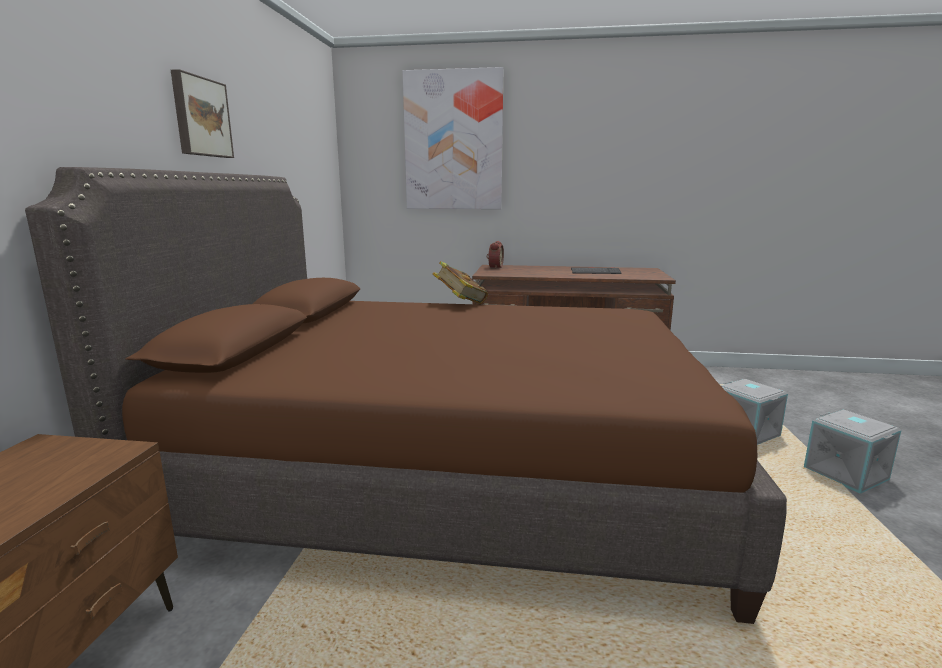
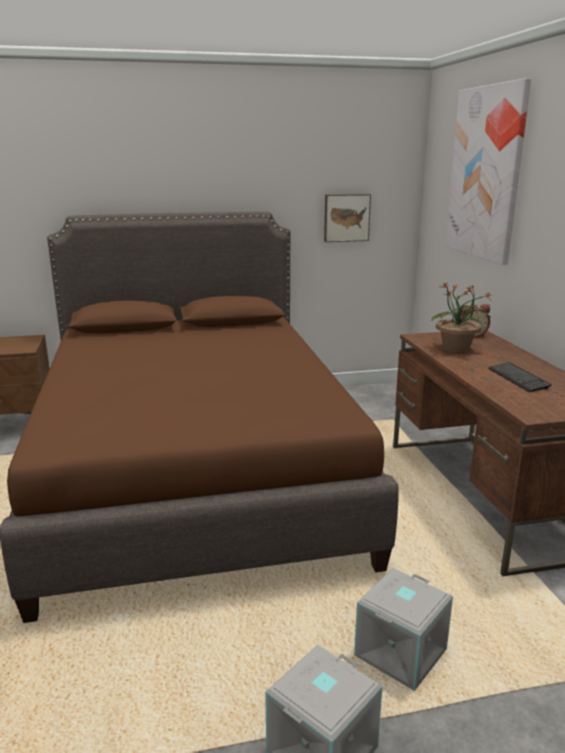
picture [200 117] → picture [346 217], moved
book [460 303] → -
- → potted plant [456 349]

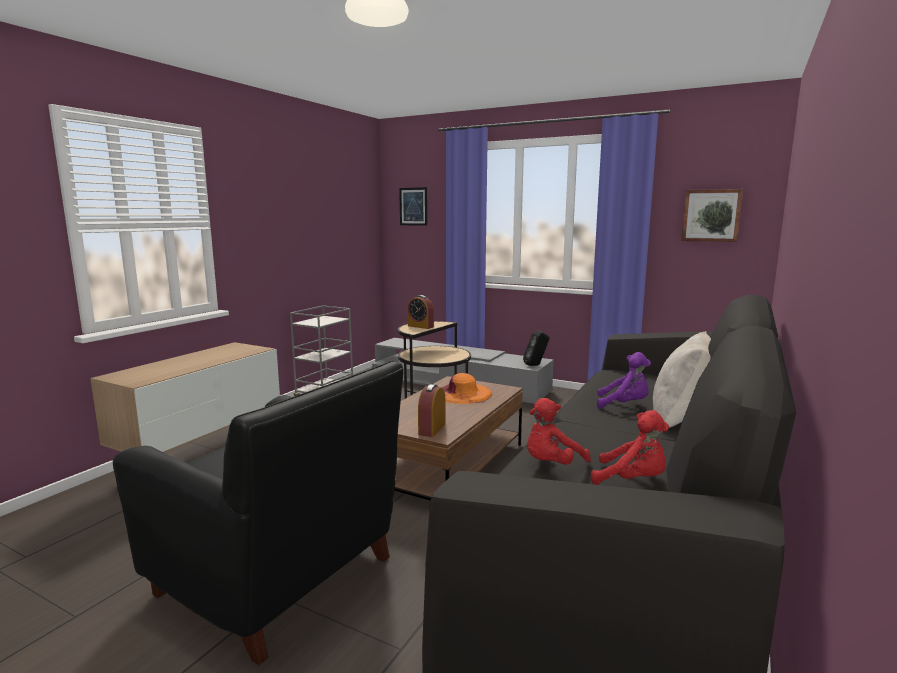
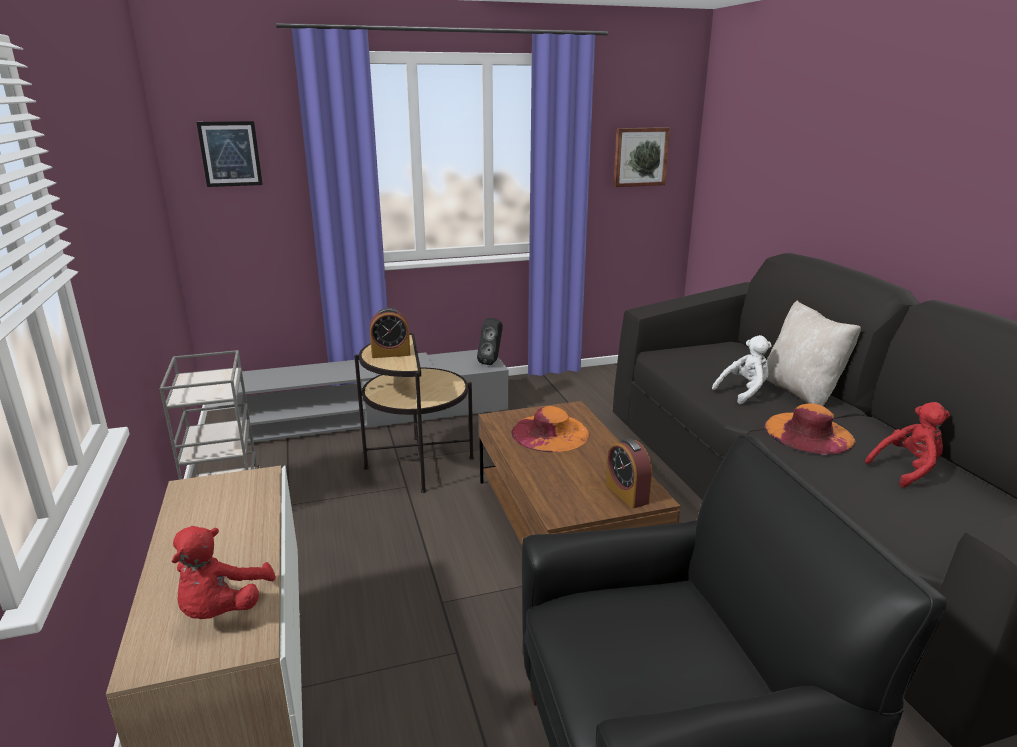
plush toy (purple) [624 405] → plush toy (white) [744 392]
plush toy (red) [551 464] → plush toy (red) [222 609], moved
- → hat (orange) [808 433]

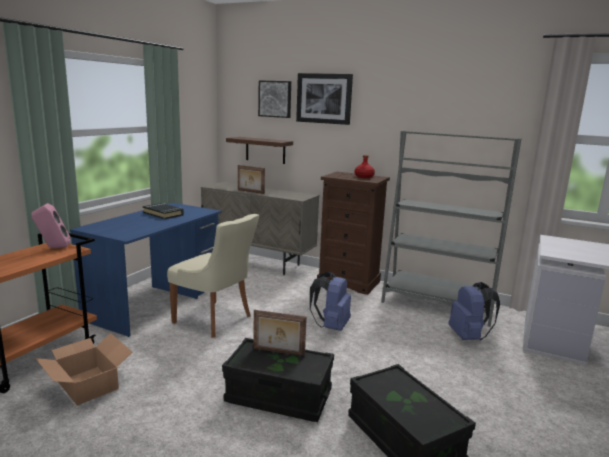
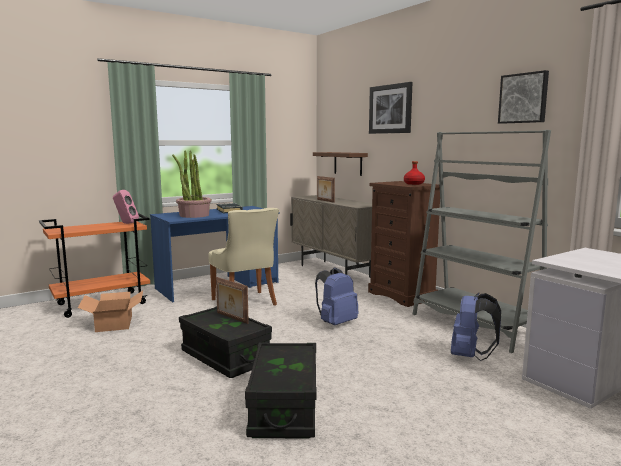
picture [275 99] → picture [523 98], moved
- → potted plant [194 215]

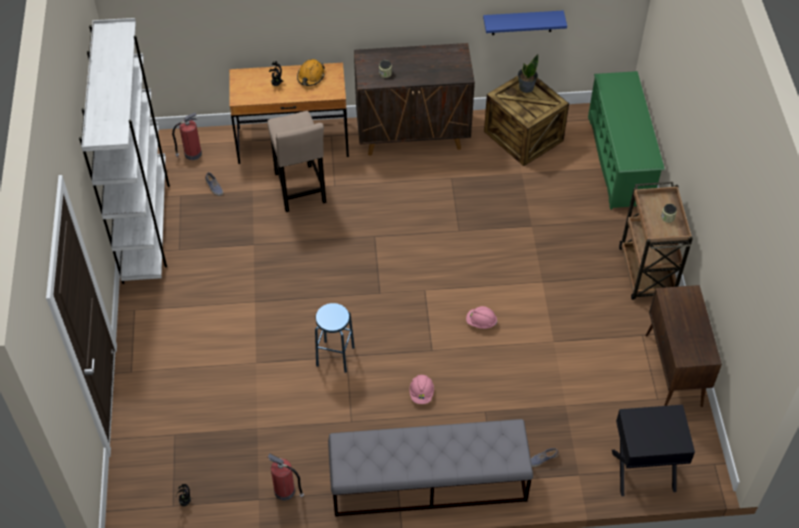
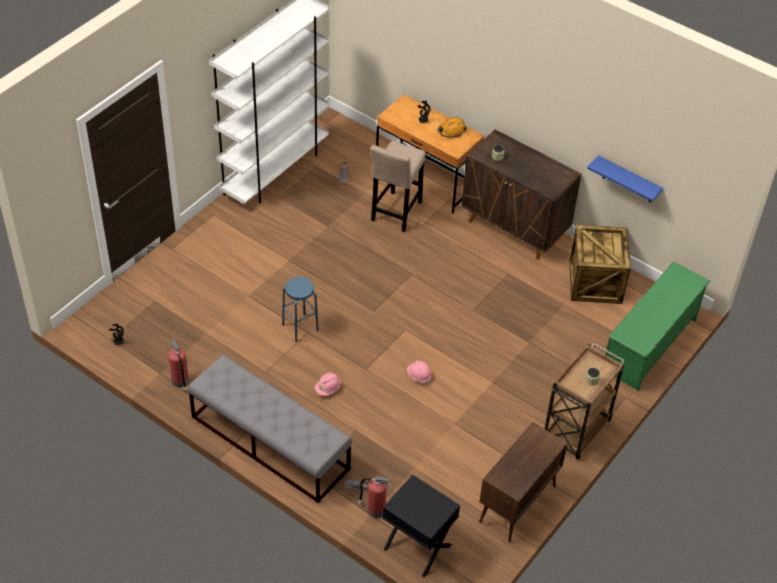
potted plant [526 87] → -
fire extinguisher [192 154] → fire extinguisher [375 509], moved

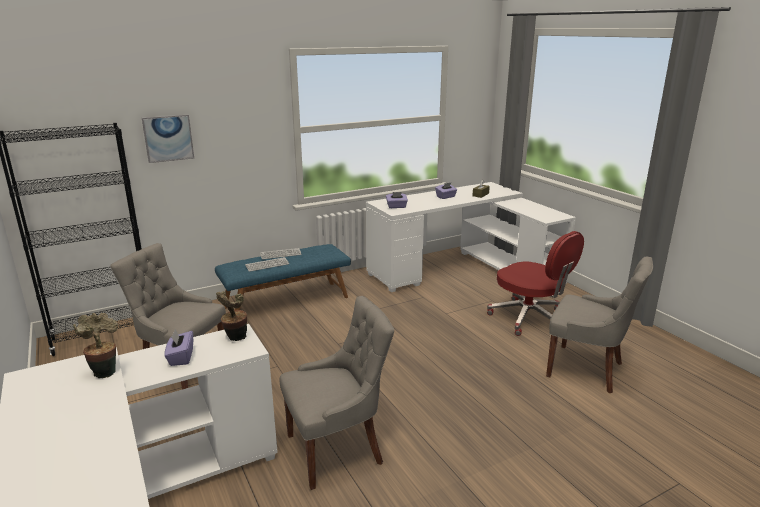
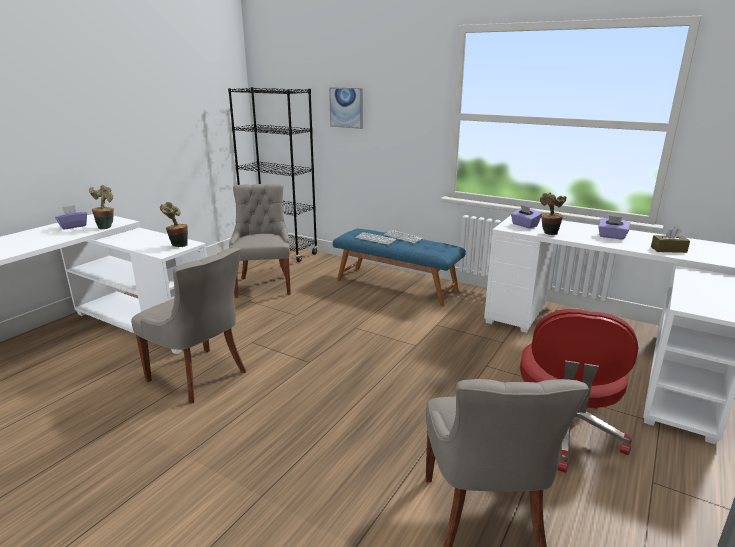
tissue box (purple) [181 357] → tissue box (purple) [73 226], moved
- → potted plant [548 234]

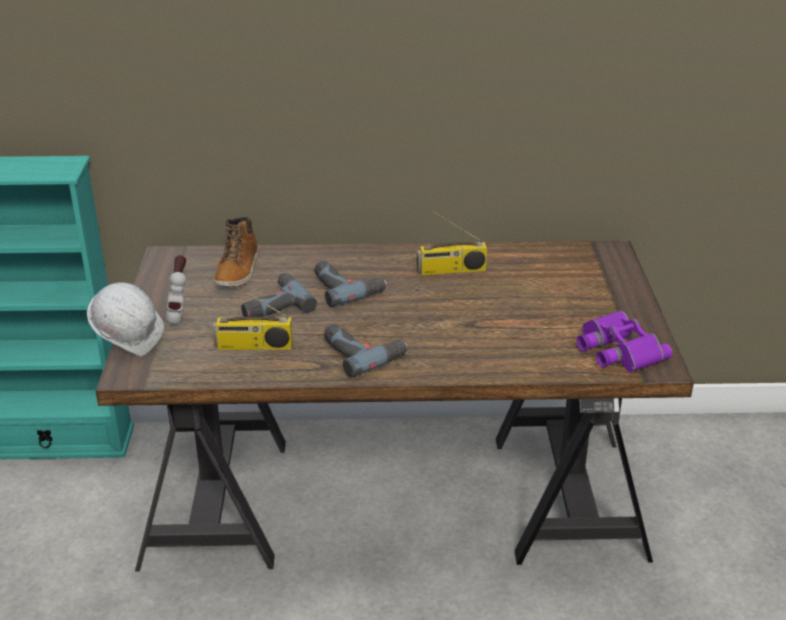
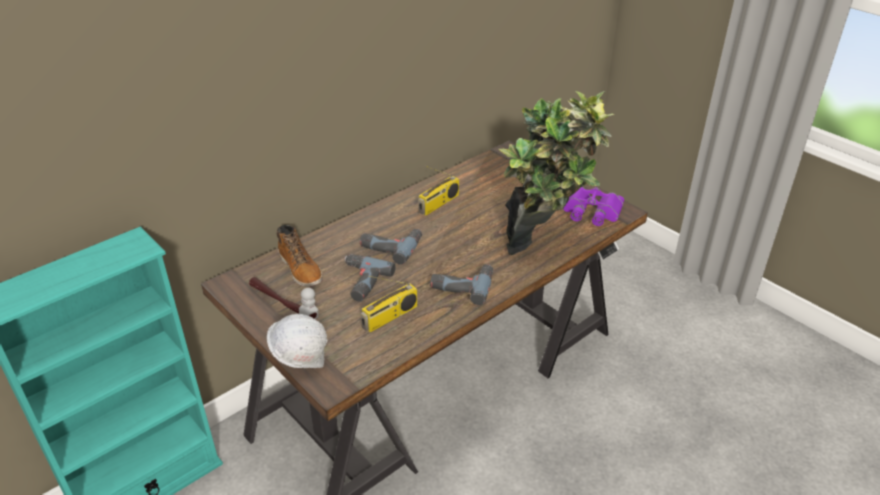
- → potted plant [544 246]

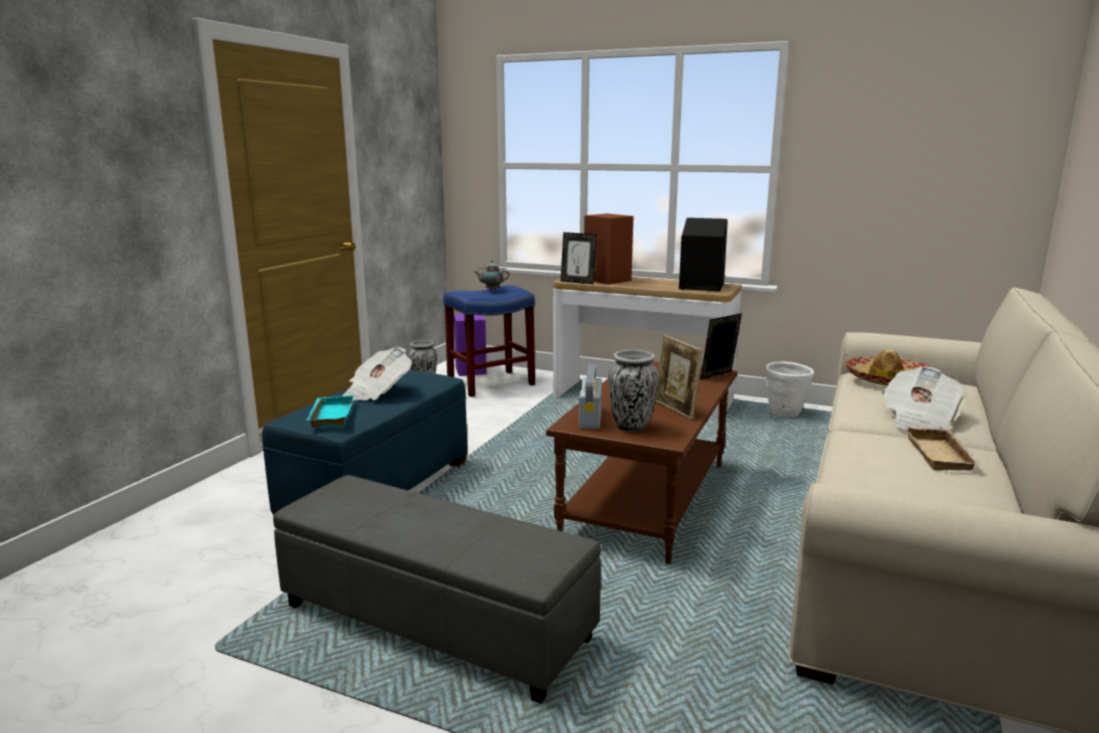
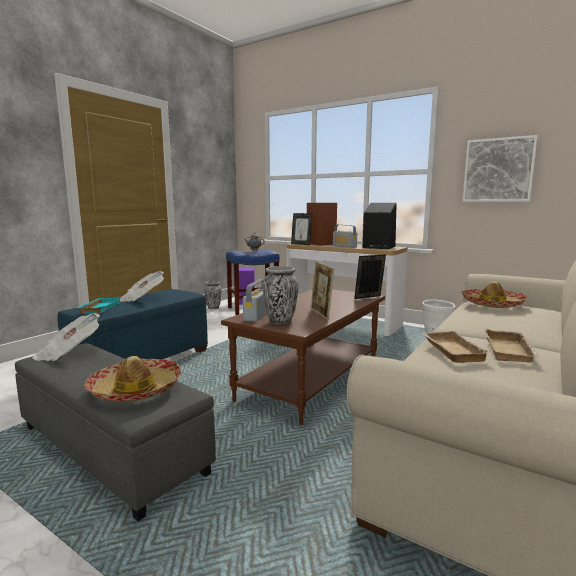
newspaper [919 419] → newspaper [69 353], moved
- → picture [498 170]
- → radio [344 246]
- → tray (beige) [450 350]
- → hat [135 389]

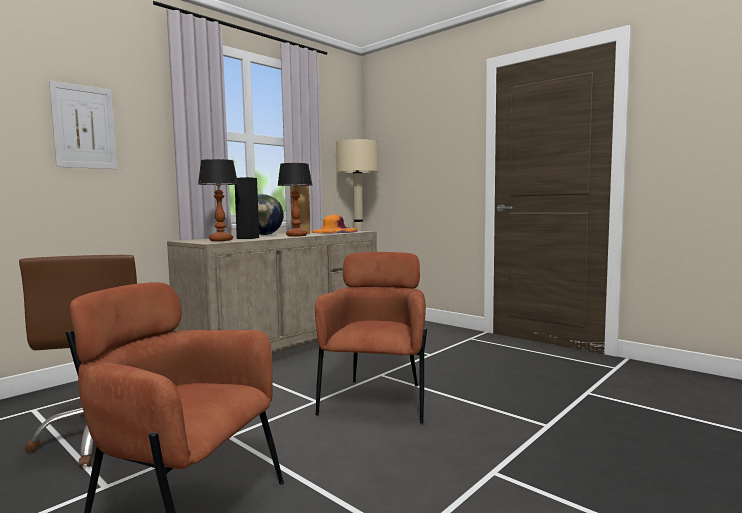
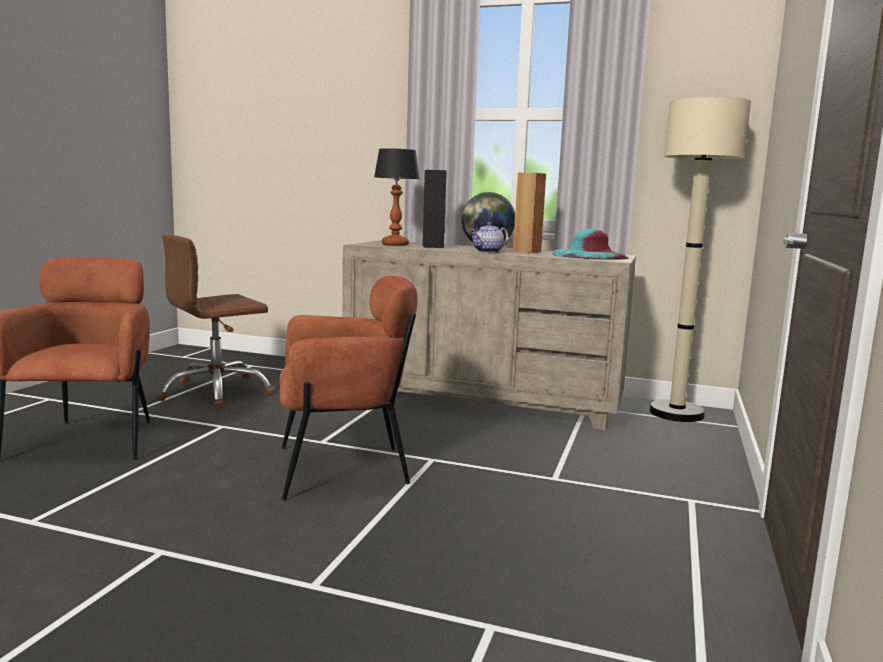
picture [84 127] → -
table lamp [296 235] → teapot [488 251]
hat (orange) [334 231] → hat (turquoise) [590 255]

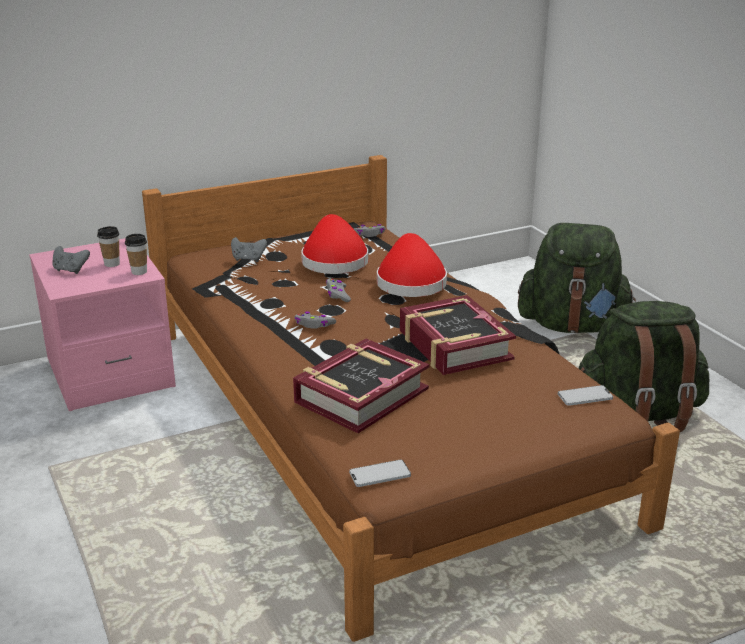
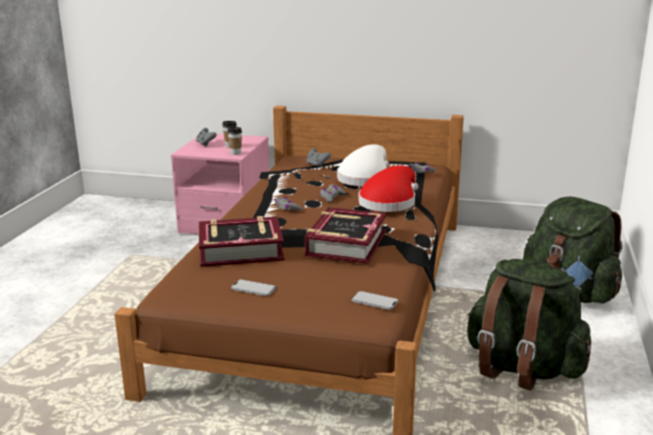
hat (red) [334 260] → hat (white) [365 178]
phone [380 474] → phone [253 289], moved

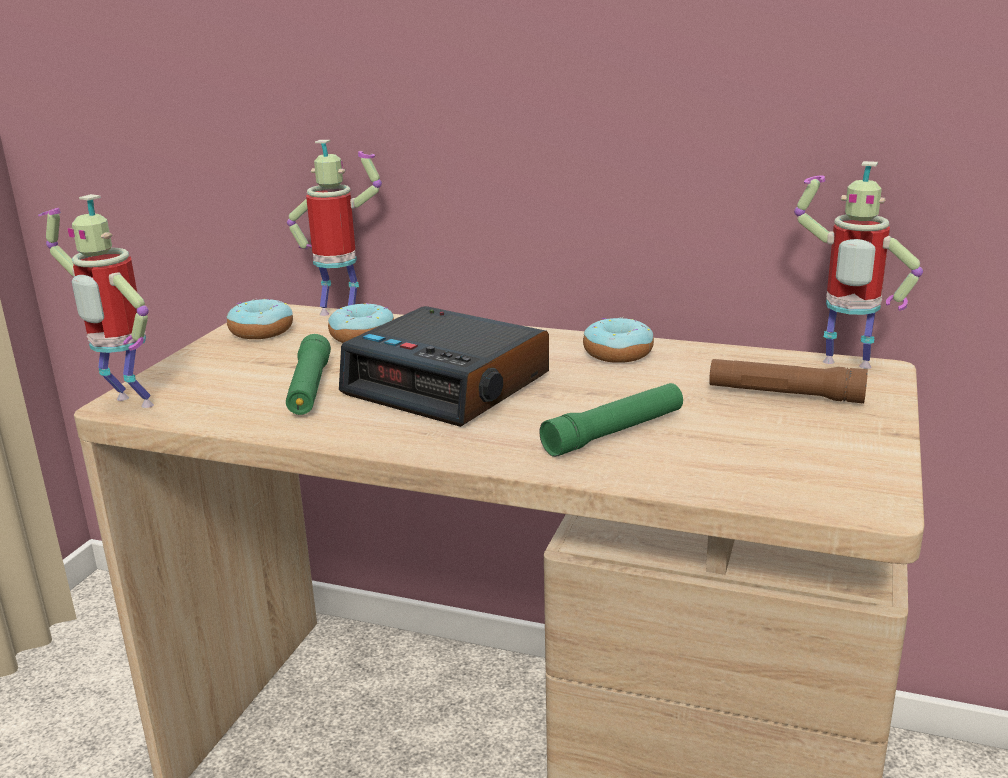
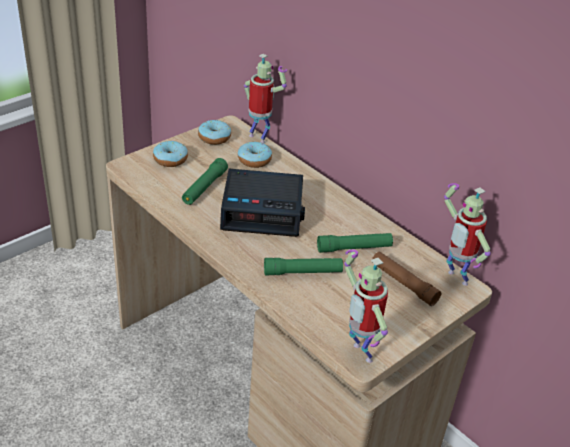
toy robot [127 404] → toy robot [358 353], moved
alarm clock [449 384] → alarm clock [263 210], 60 degrees counterclockwise
donut [618 353] → donut [170 159], moved
- → flashlight (green) [354 248]

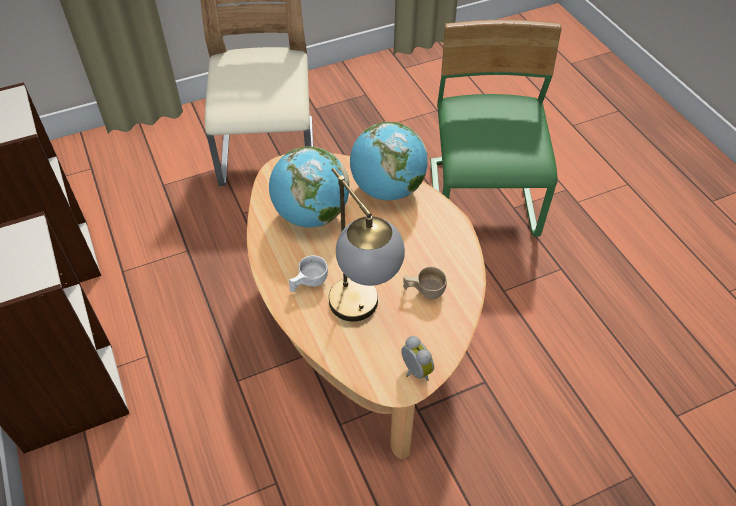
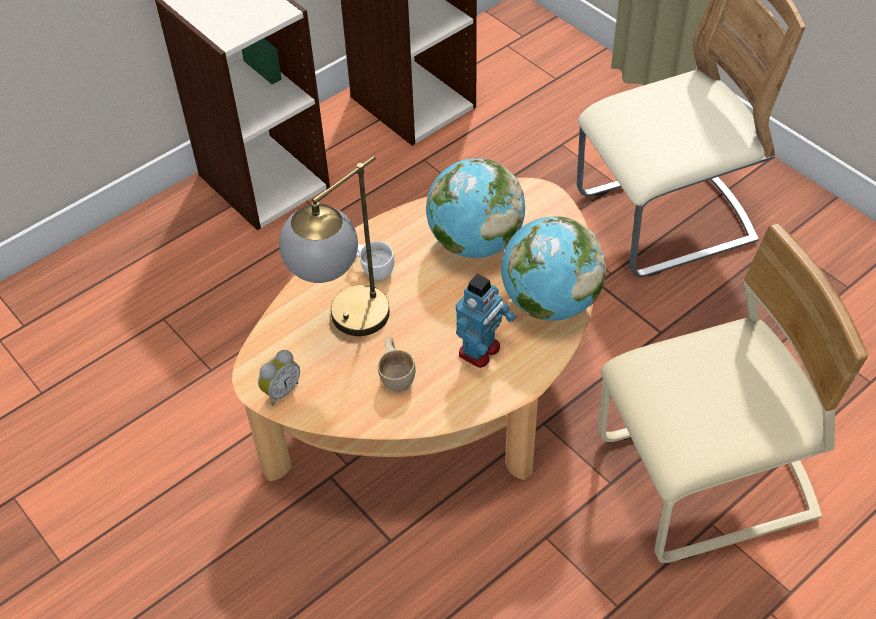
chair (green) [483 200] → chair (beige) [706 480]
- → toy robot [480 351]

